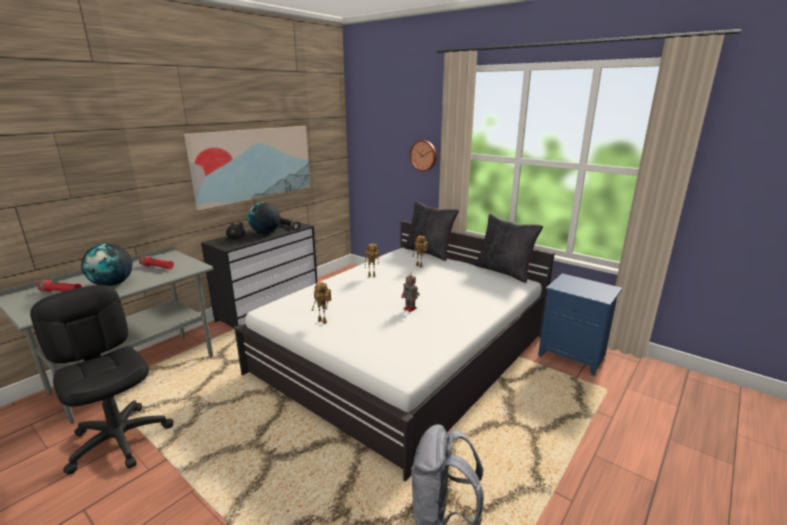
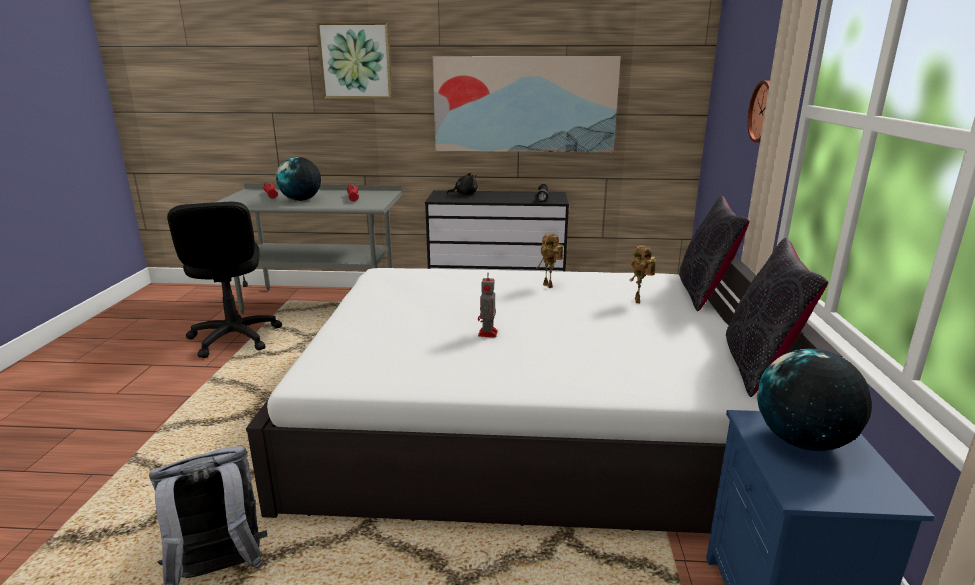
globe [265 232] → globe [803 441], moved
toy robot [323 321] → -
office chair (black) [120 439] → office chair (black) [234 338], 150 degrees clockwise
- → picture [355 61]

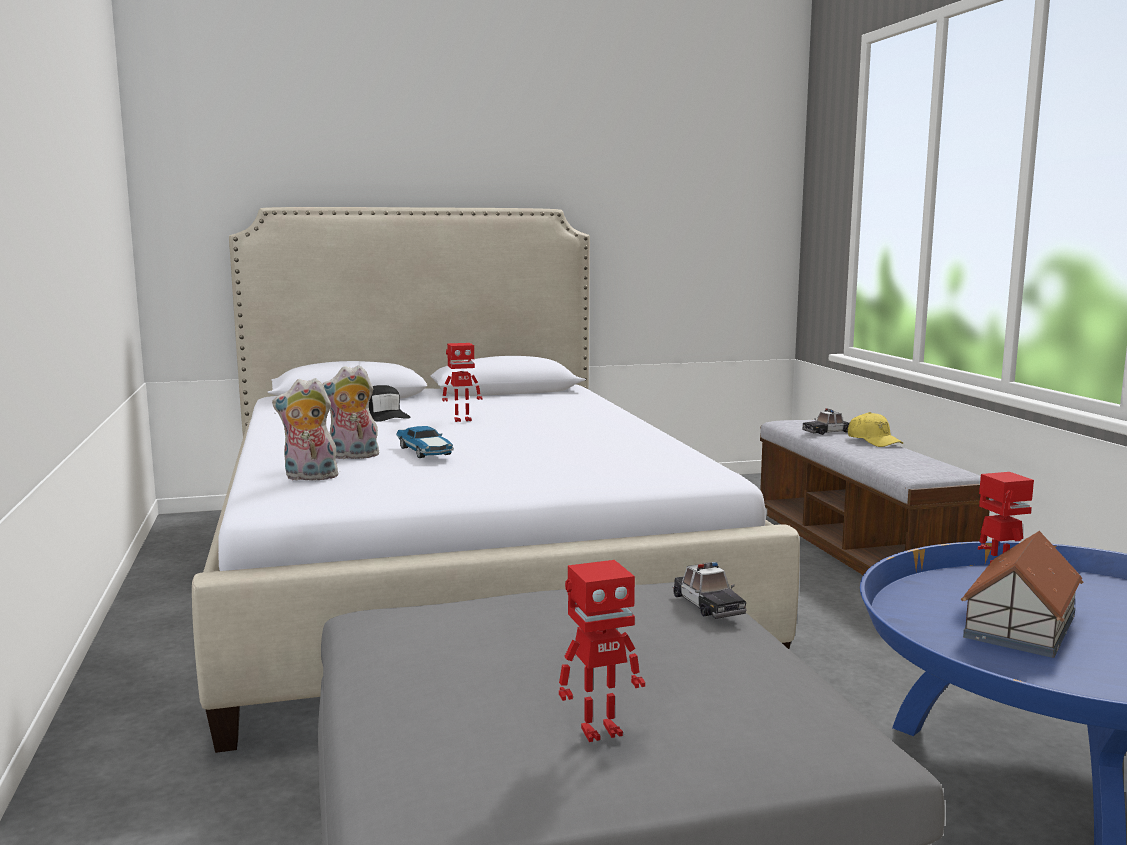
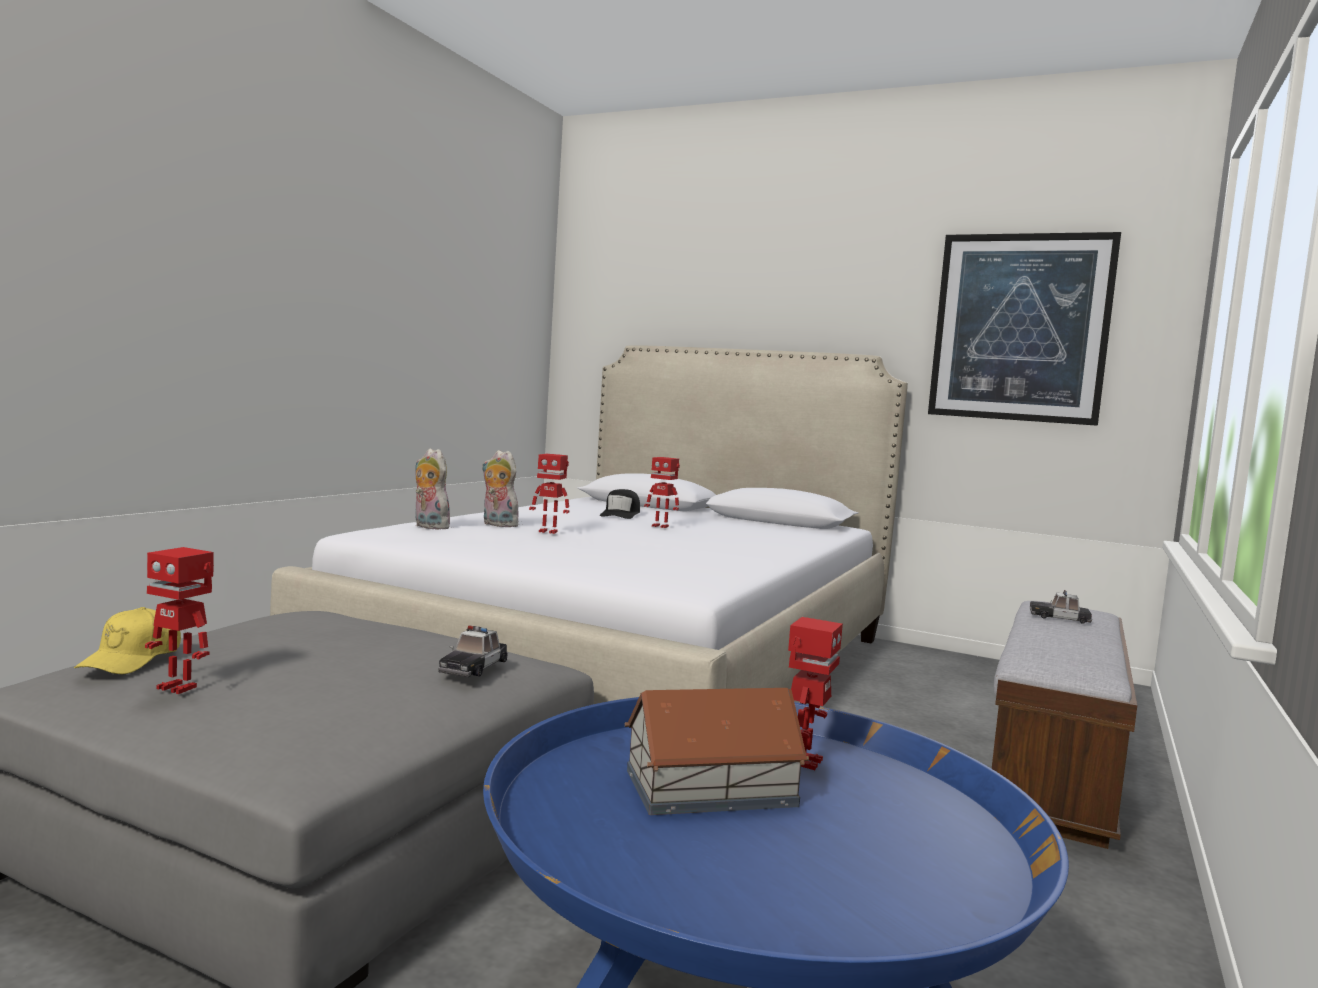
cap (yellow) [874 441] → cap (yellow) [132 659], moved
toy car [425 451] → toy robot [549 531]
- → picture [1020 328]

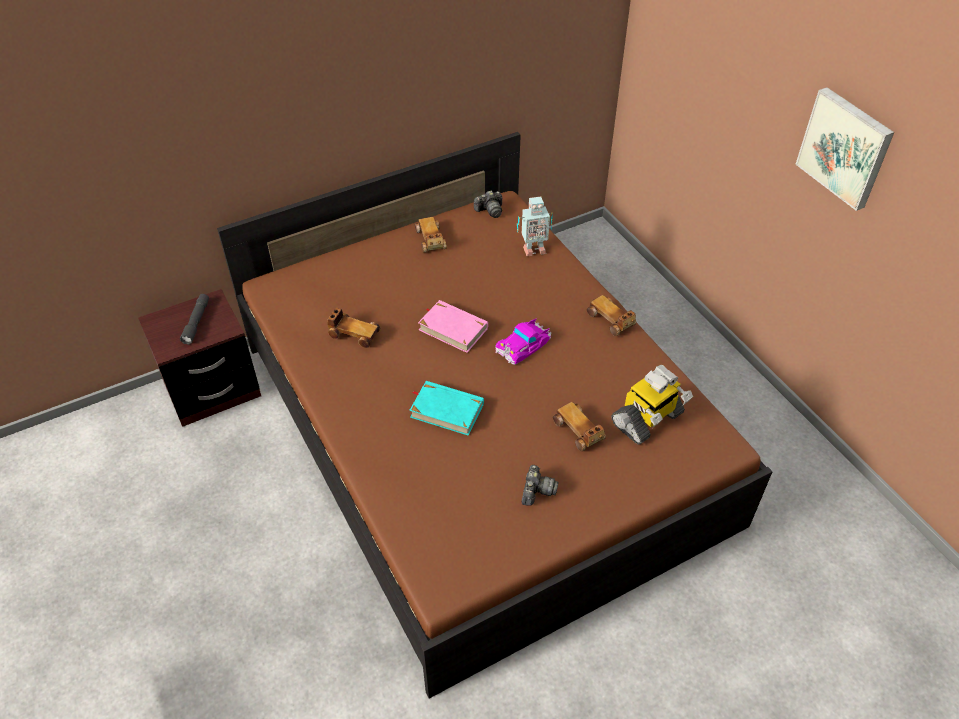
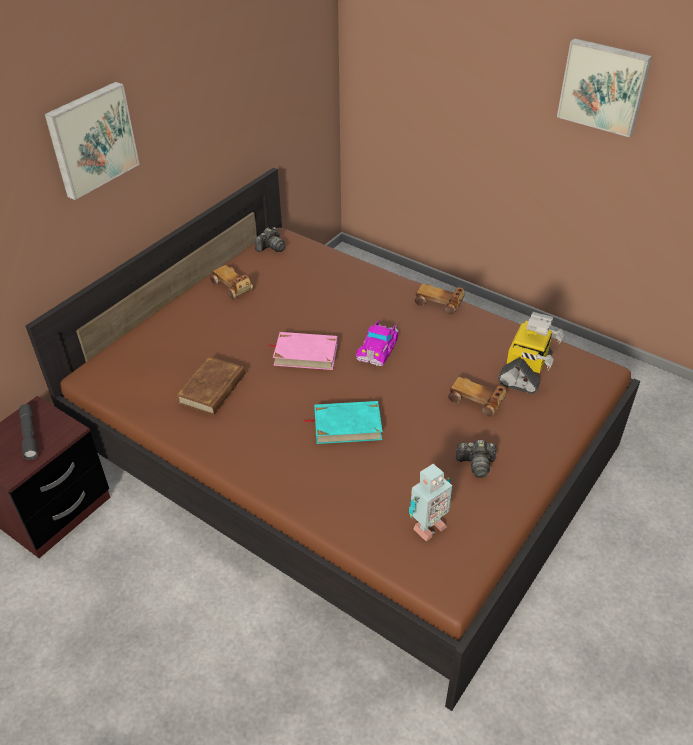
toy robot [533 249] → toy robot [427 527], moved
toy car [354 334] → book (brown) [212 389]
photo camera [537 491] → photo camera [476 464], 105 degrees clockwise
- → picture [91 139]

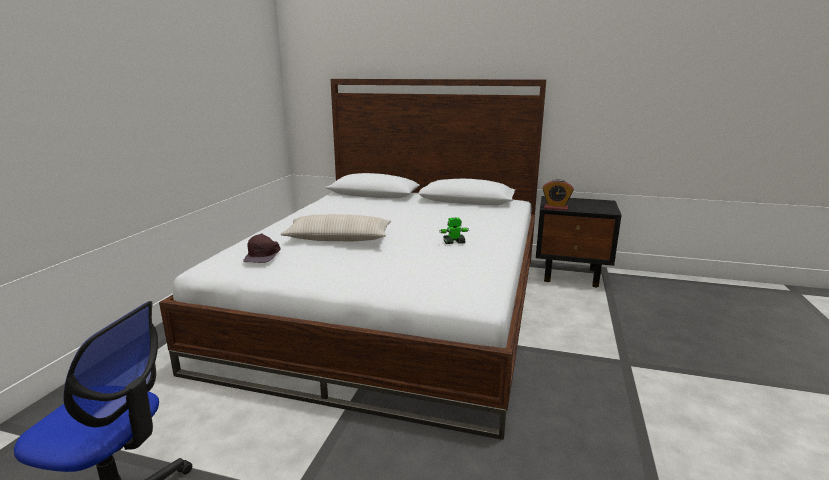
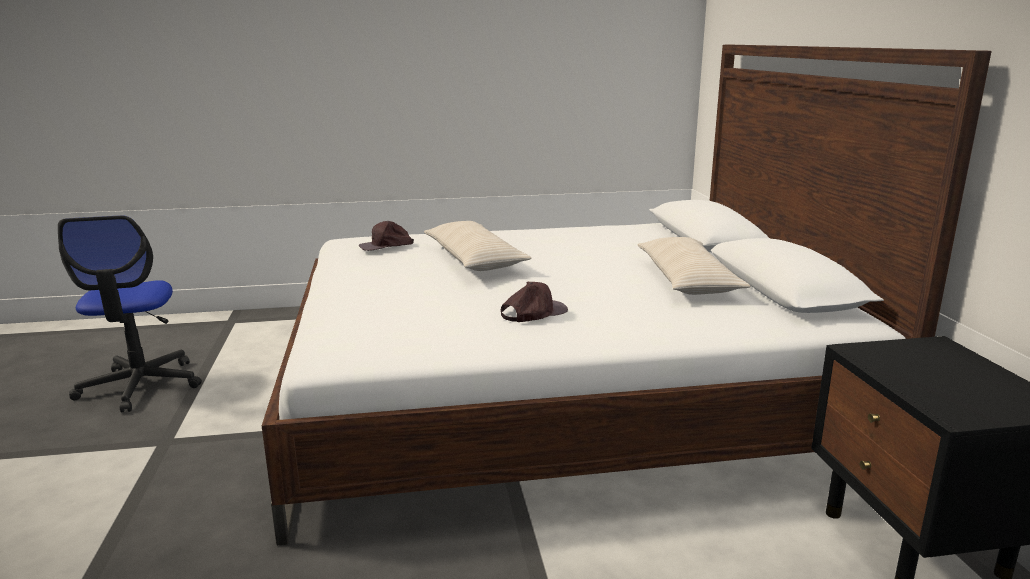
alarm clock [556 208] → -
toy robot [453 242] → cap (brown) [533 312]
- → pillow (beige) [687 280]

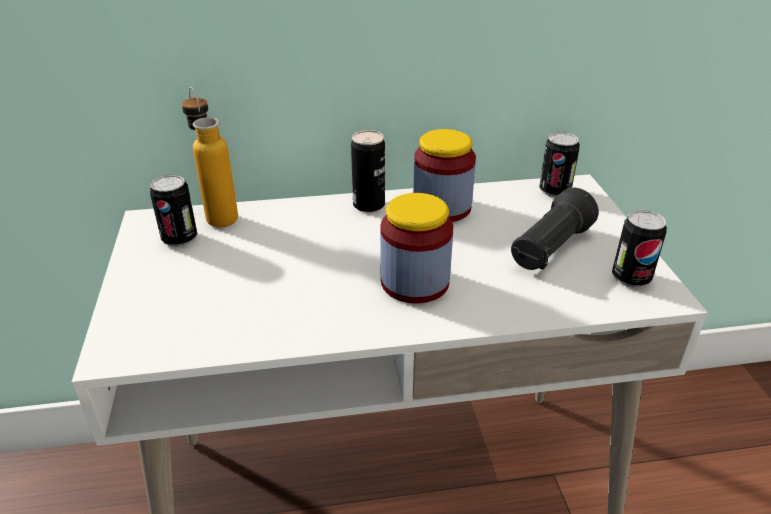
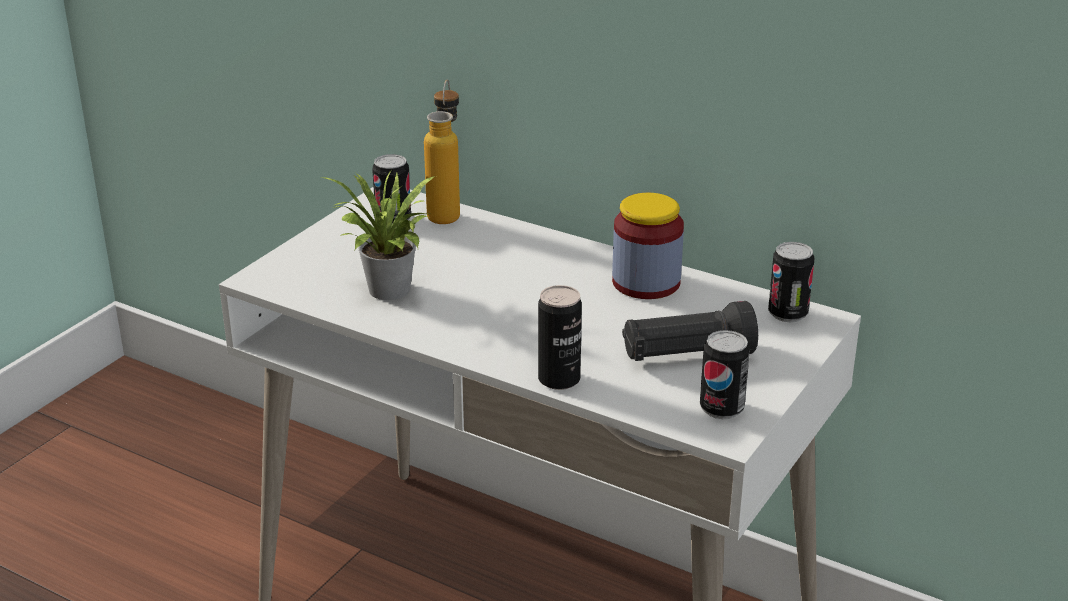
can [369 205] → can [559 379], moved
jar [415 282] → -
- → potted plant [388 292]

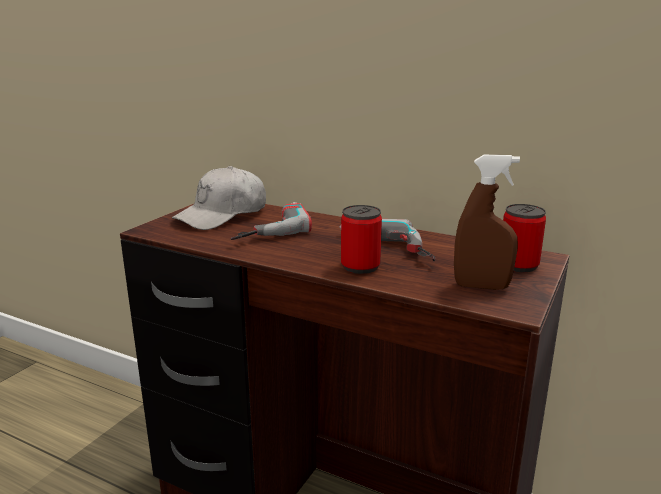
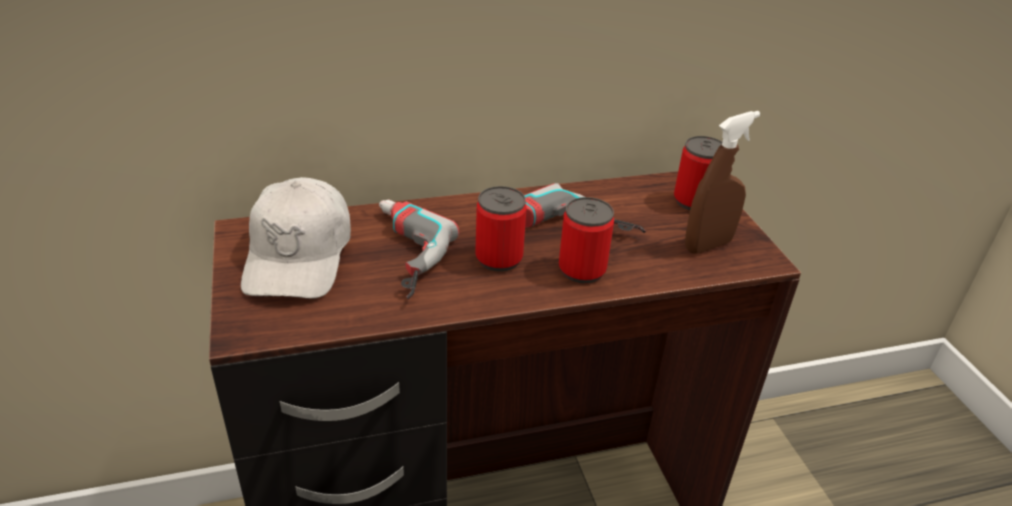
- → can [499 258]

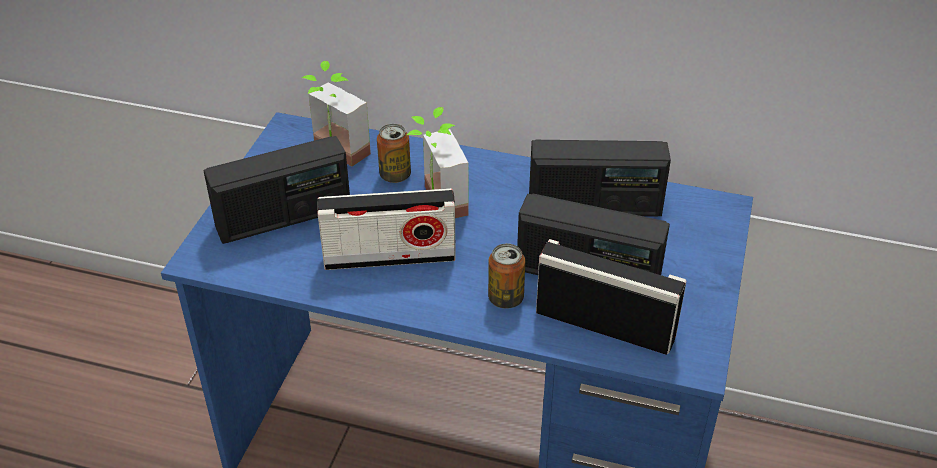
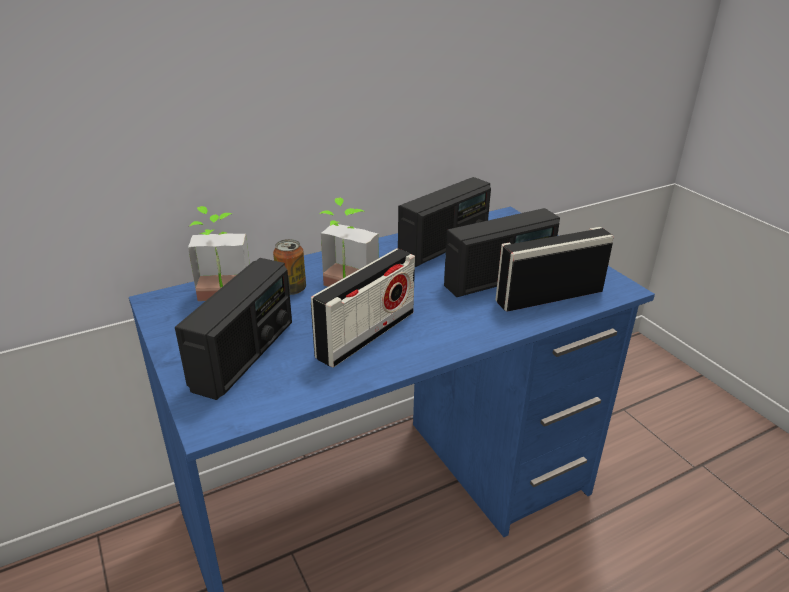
can [505 298] → -

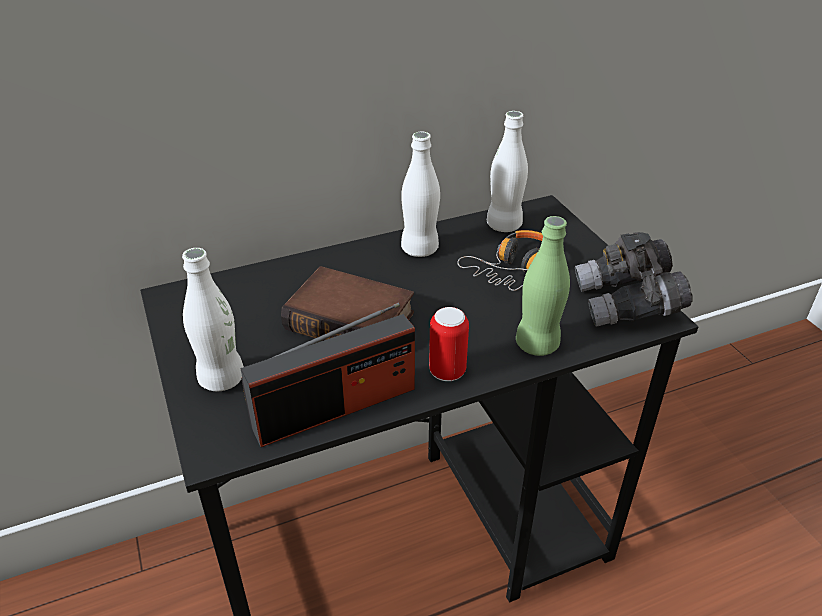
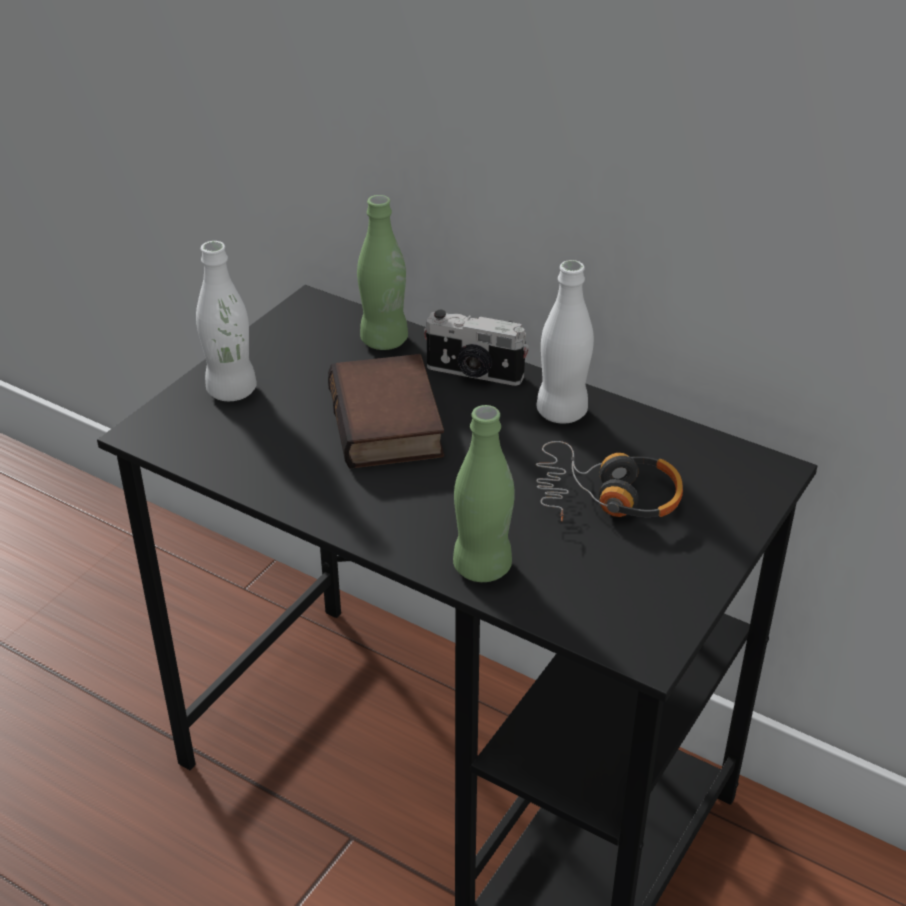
bottle (white) [504 225] → -
binoculars (grey) [627 305] → -
radio [335 407] → -
can [447 371] → -
- → bottle (green) [384 340]
- → photo camera [474 373]

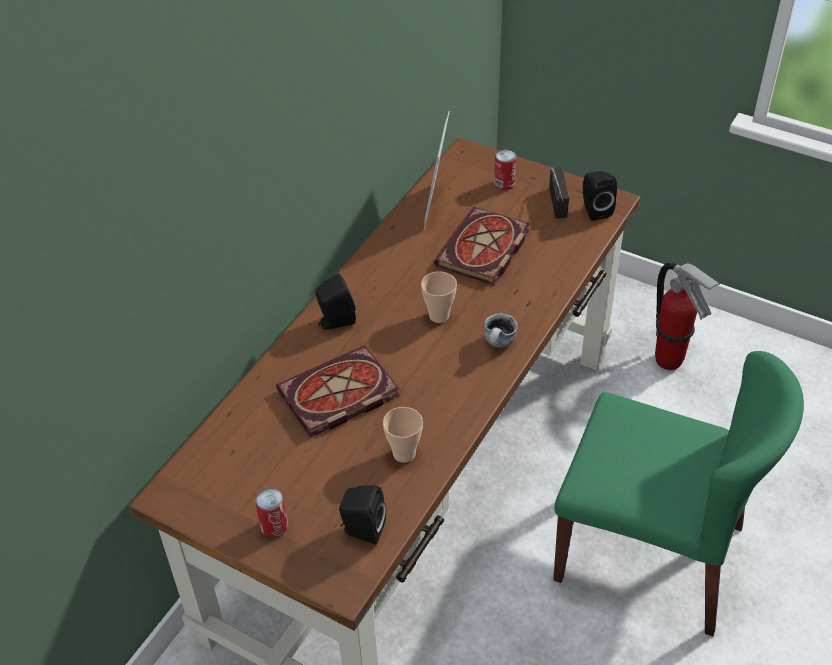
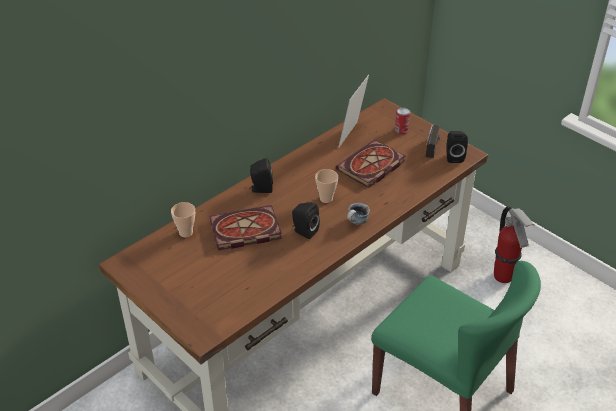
cup [404 453] → cup [186 232], moved
speaker (black) [362 530] → speaker (black) [304 231], moved
can [274 526] → -

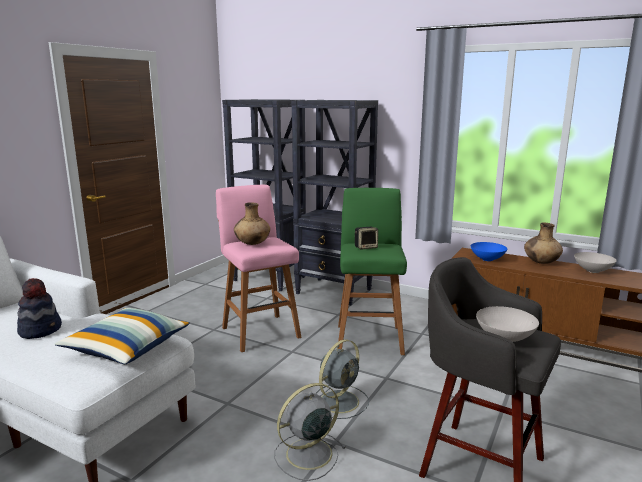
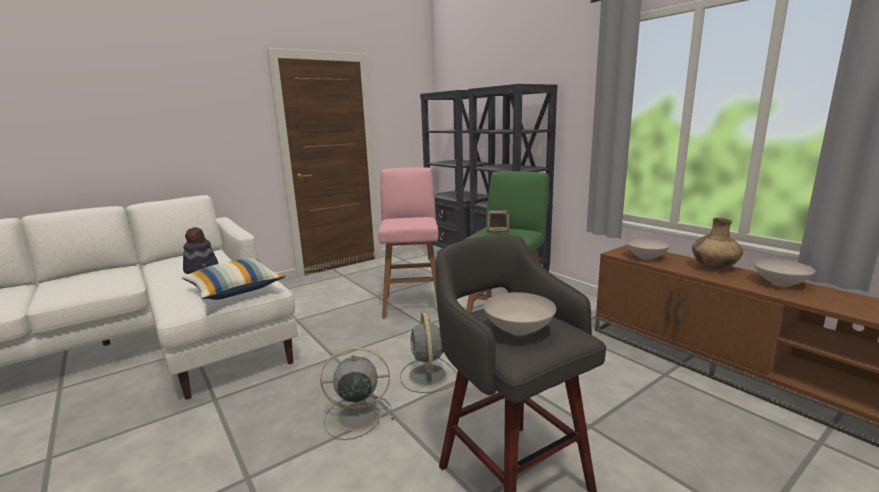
vase (brown) [252 244] → -
bowl (blue) [487 259] → bowl (white) [645 257]
fan (grey) [340 401] → fan (grey) [428 376], 105 degrees clockwise

